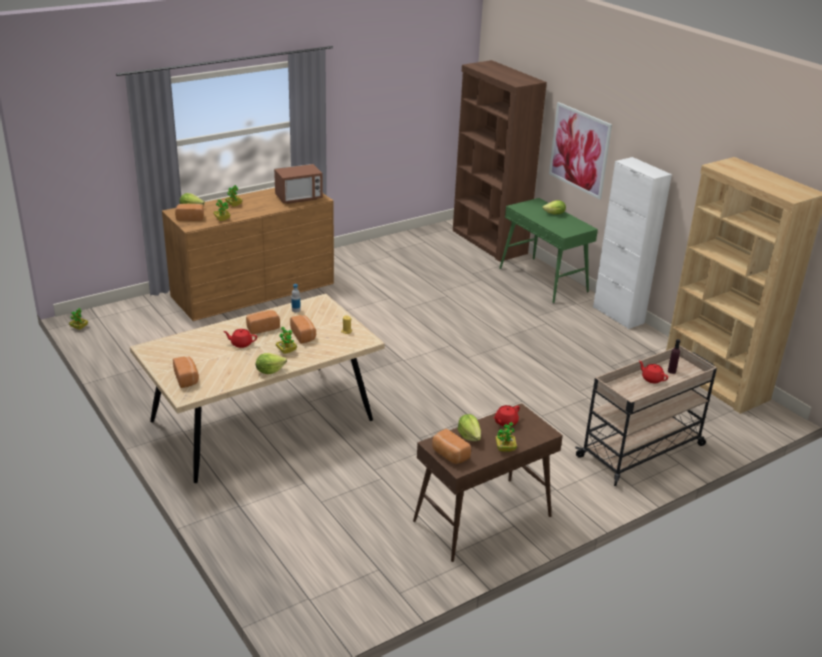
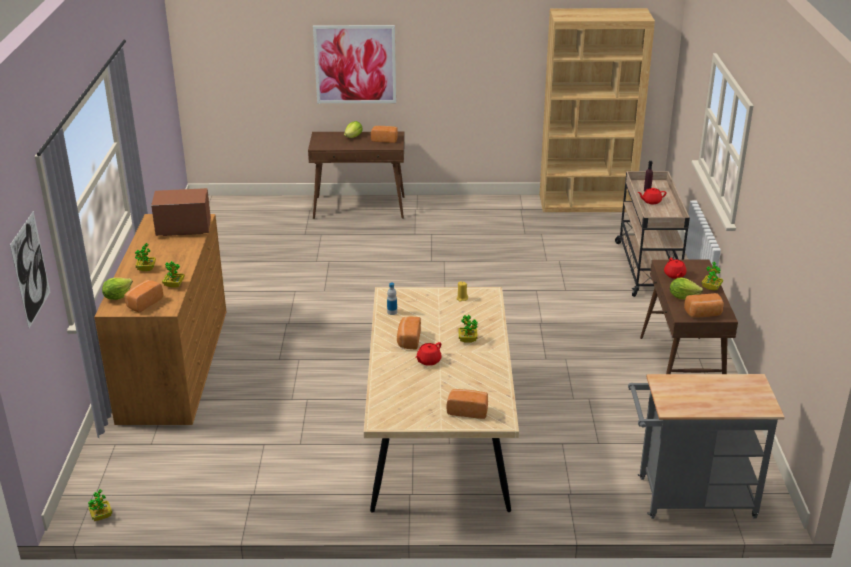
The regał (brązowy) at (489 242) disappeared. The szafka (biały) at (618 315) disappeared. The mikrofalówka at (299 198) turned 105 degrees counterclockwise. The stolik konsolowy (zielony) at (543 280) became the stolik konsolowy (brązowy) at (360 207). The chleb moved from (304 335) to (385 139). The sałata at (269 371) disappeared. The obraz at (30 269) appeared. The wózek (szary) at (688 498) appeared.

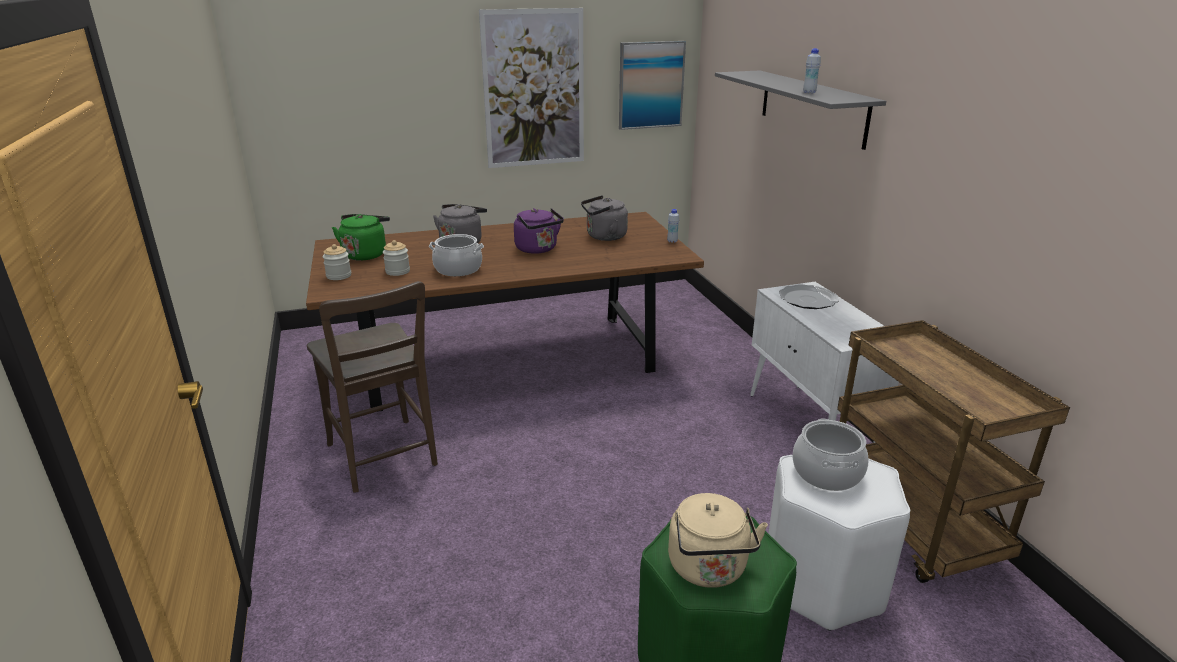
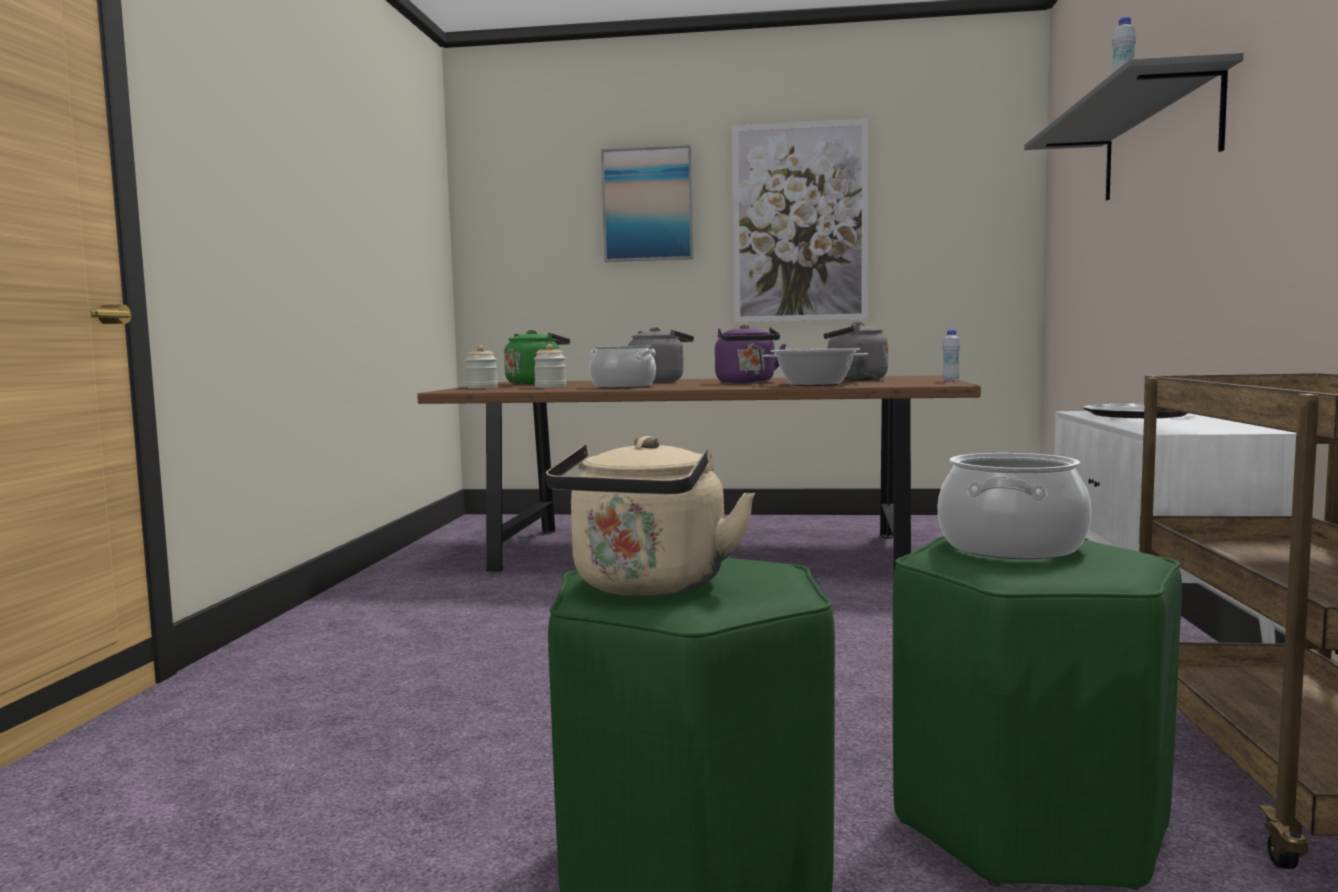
The obraz moved from (650 85) to (648 205). The krzesło (brązowy) at (384 458) disappeared. The stołek (biały) at (821 584) became the stołek (zielony) at (1026 825). The garnek at (814 384) appeared.

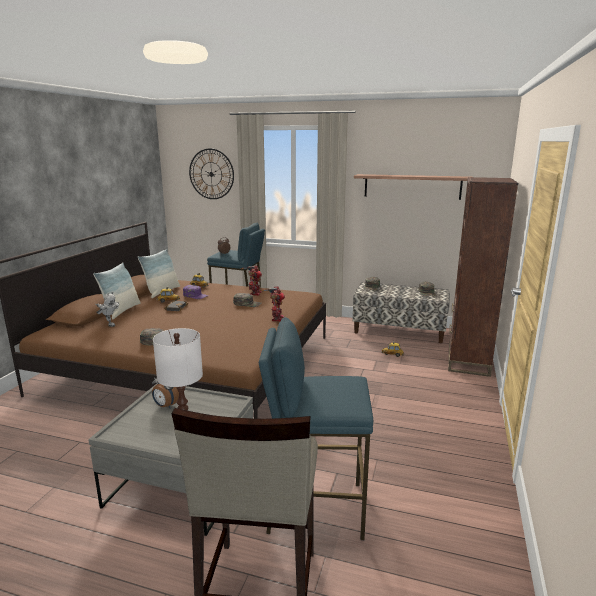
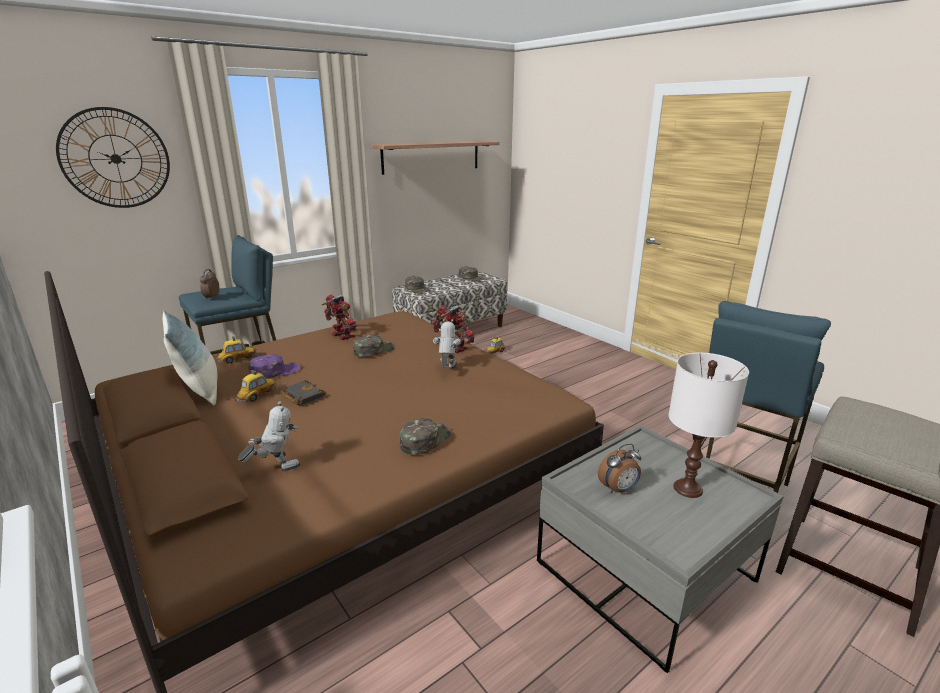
The regał (brązowy) at (468 361) disappeared. The poduszka at (122 311) disappeared. The robot zabawkowy at (447 370) appeared.

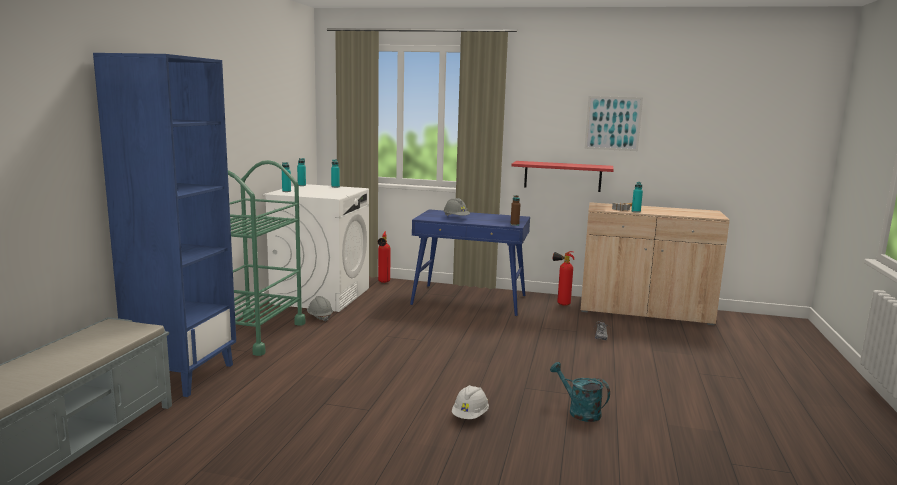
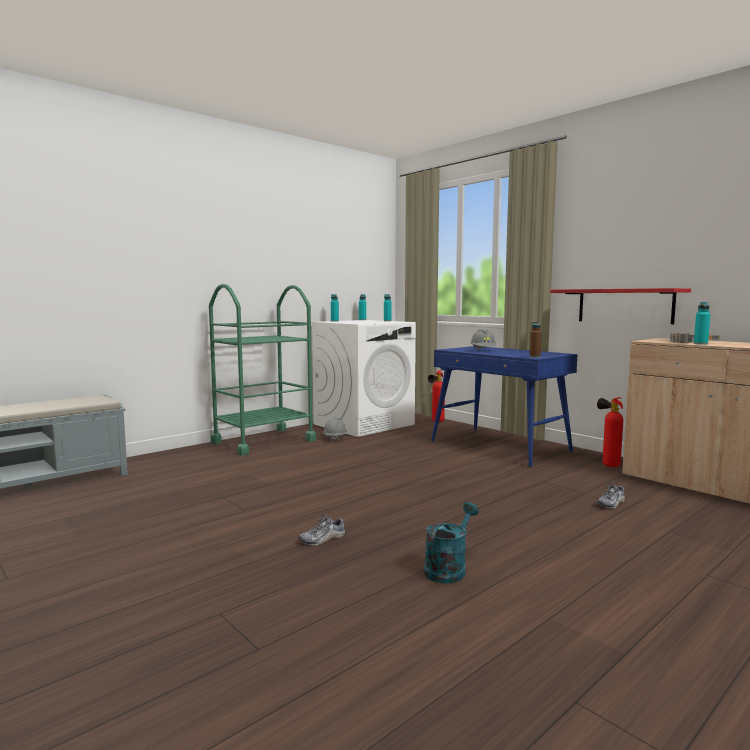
The regał (niebieski) at (183 375) disappeared. The obraz at (613 123) disappeared. The konewka (turkusowy) at (579 411) turned 45 degrees clockwise. The kask (biały) at (470 416) was replaced by the but at (322 539).

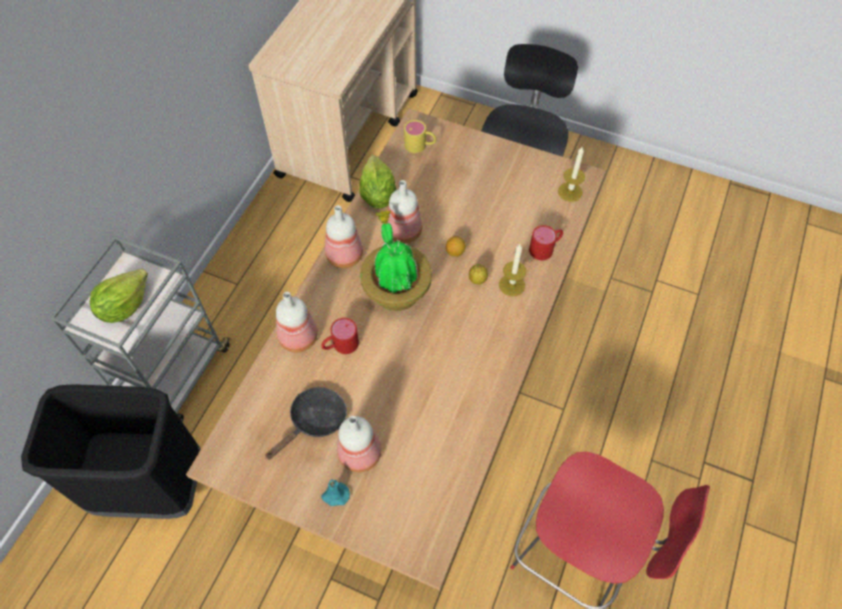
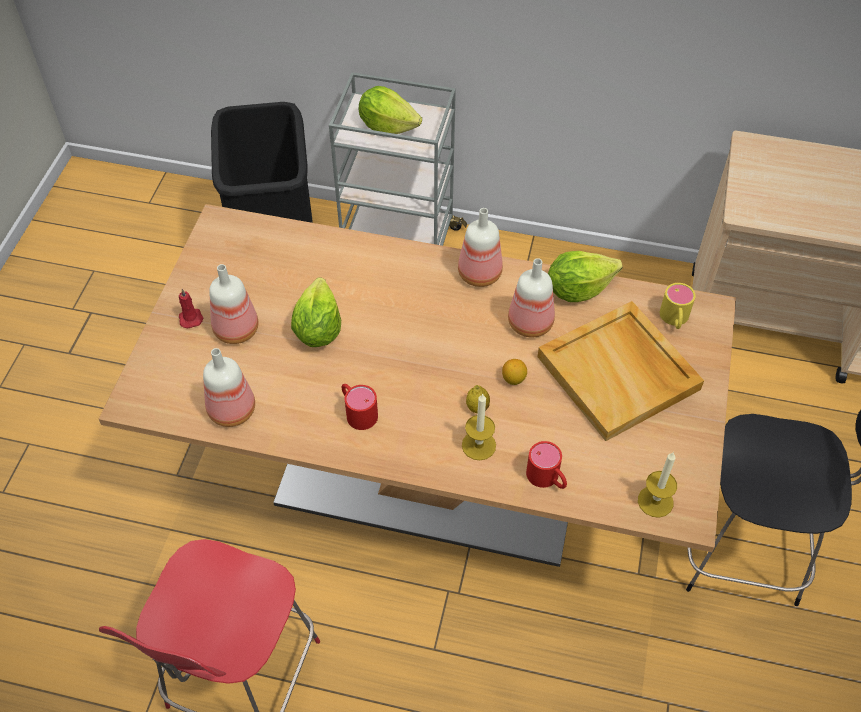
The roślina doniczkowa at (396 289) disappeared. The butelka moved from (297 338) to (231 409). The kubek (czerwony) moved from (340 345) to (357 411). The patelnia (czarny) at (314 421) disappeared. The świeca (turkusowy) at (335 495) became the świeca (czerwony) at (190 317). The sałata at (318 329) appeared. The taca (beżowy) at (619 373) appeared.

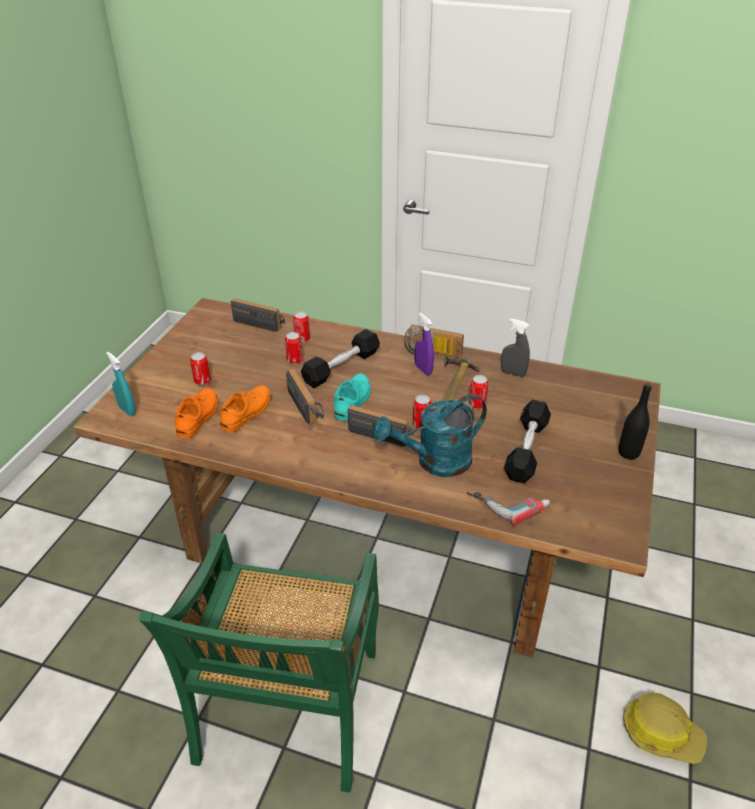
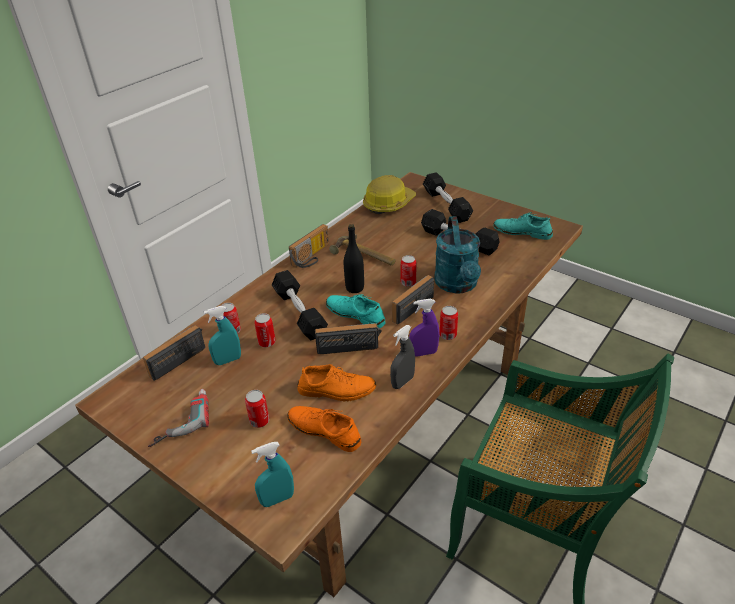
The spryskiwacz (fioletowy) moved from (423 369) to (423 353). The spryskiwacz (szary) moved from (513 373) to (402 382). The puszka moved from (477 404) to (447 335). The butelka (czarny) moved from (628 453) to (354 288). The but (pomarańczowy) at (247 412) turned 135 degrees clockwise. The wiertarka moved from (508 502) to (180 420). The kask moved from (661 733) to (388 204). The hantel (czarny) at (446 205) appeared. The but (turkusowy) at (522 232) appeared. The spryskiwacz (turkusowy) at (228 360) appeared.

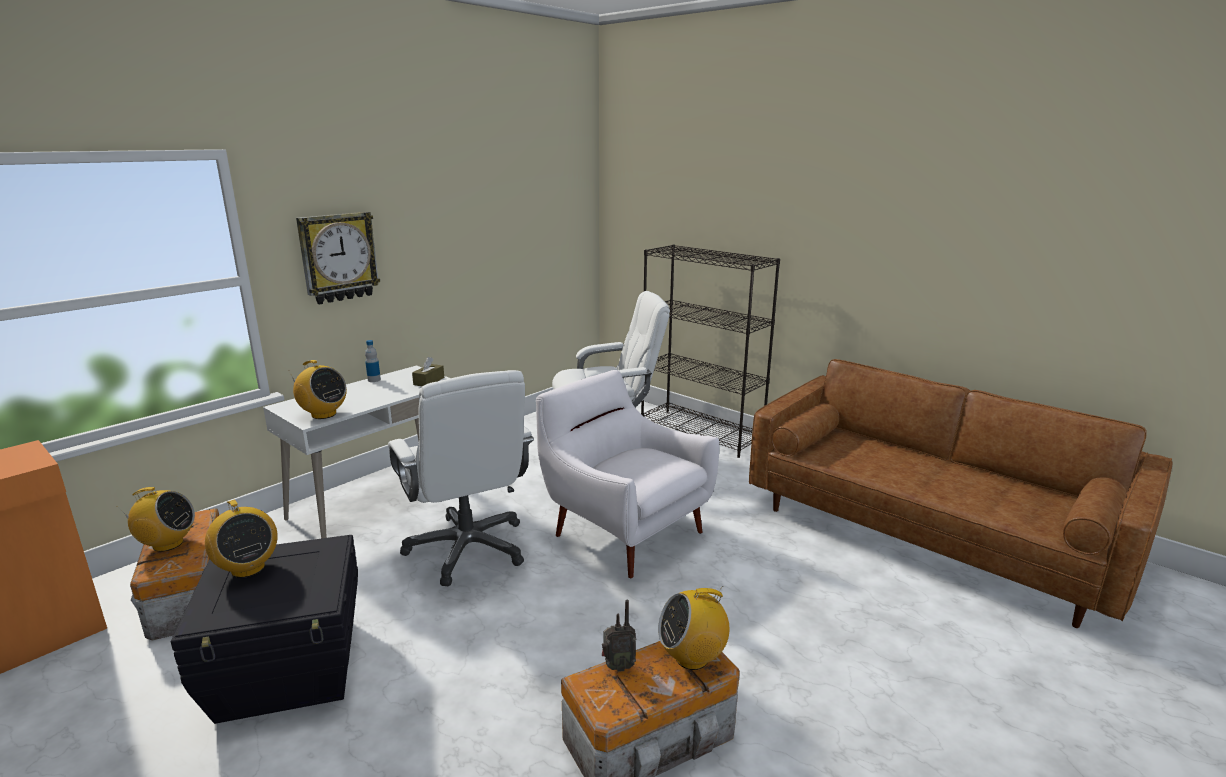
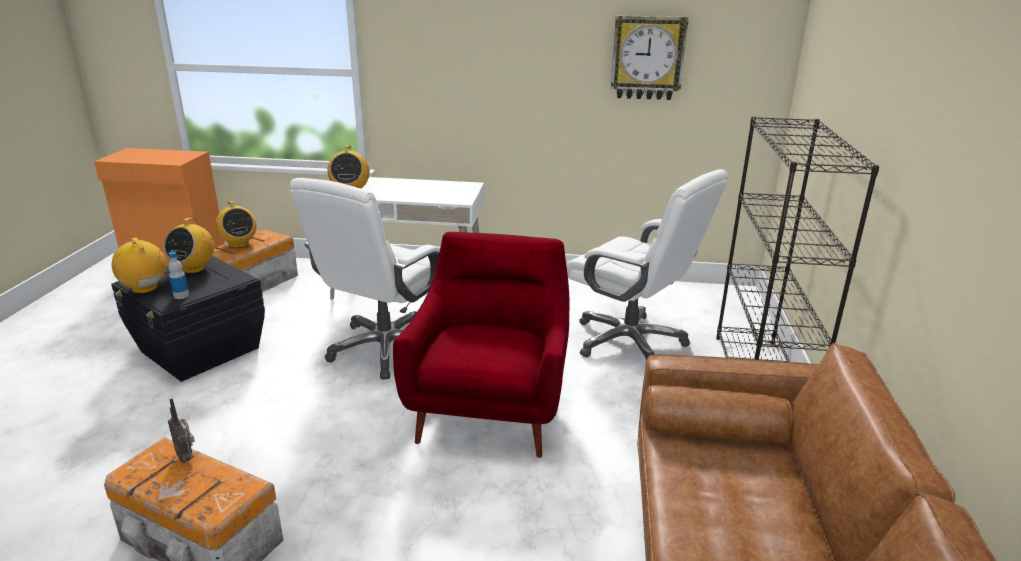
The zegar ścienny moved from (338 257) to (647 58). The butelka moved from (374 380) to (181 296). The pudełko chusteczek (brązowy) at (429 381) disappeared. The fotel (biały) at (623 531) became the fotel (czerwony) at (490 409). The radio moved from (692 657) to (145 288).

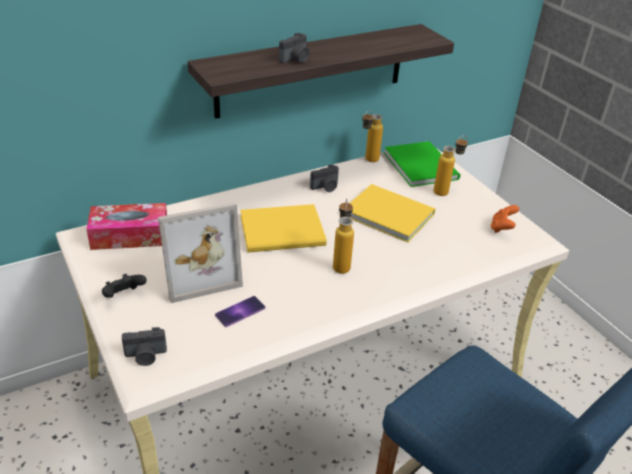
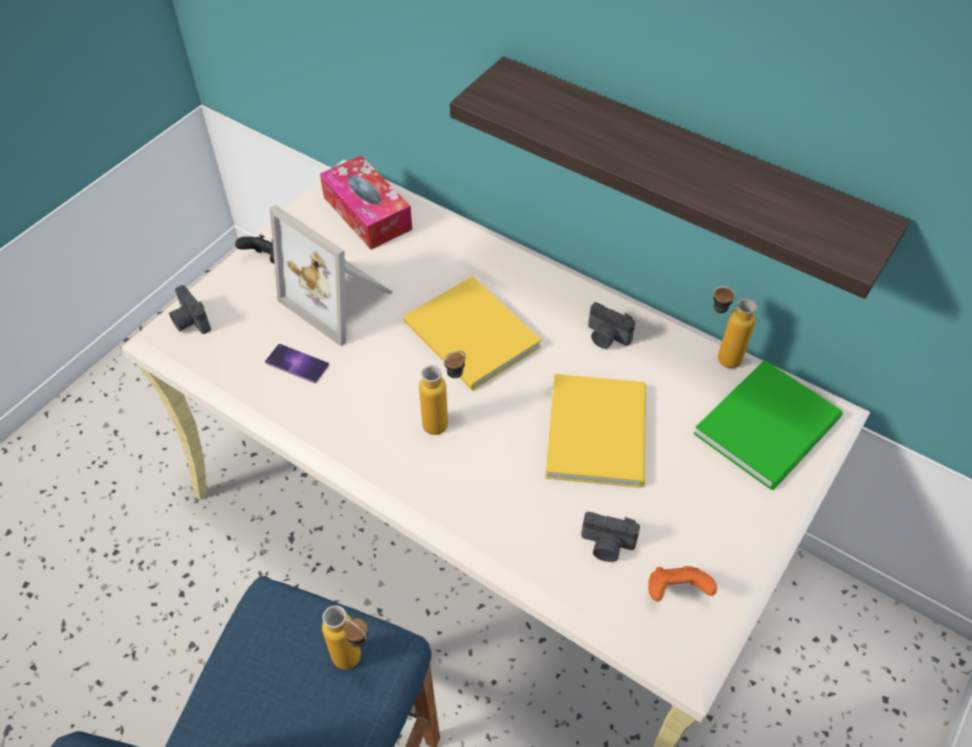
The aparat fotograficzny moved from (296 59) to (606 546). The butelka moved from (446 191) to (356 663).

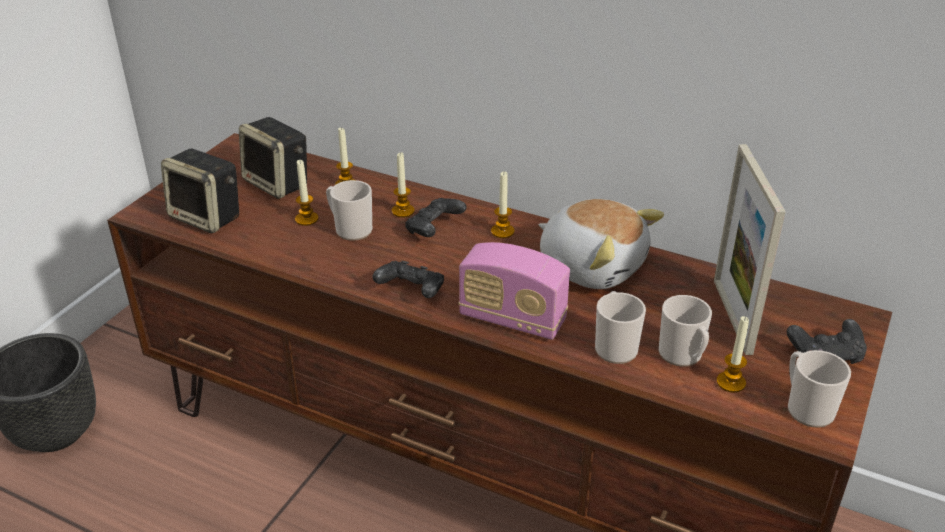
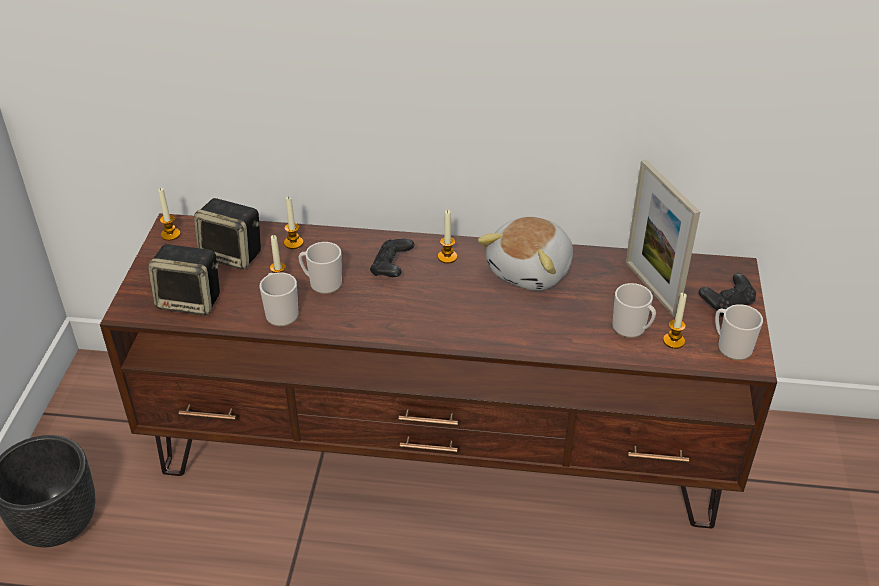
The świeca moved from (403 211) to (170 234). The pluszak at (592 265) turned 105 degrees clockwise. The radio at (512 319) disappeared. The pad do gier (czarny) at (411 291) disappeared. The kubek moved from (615 346) to (280 313).

